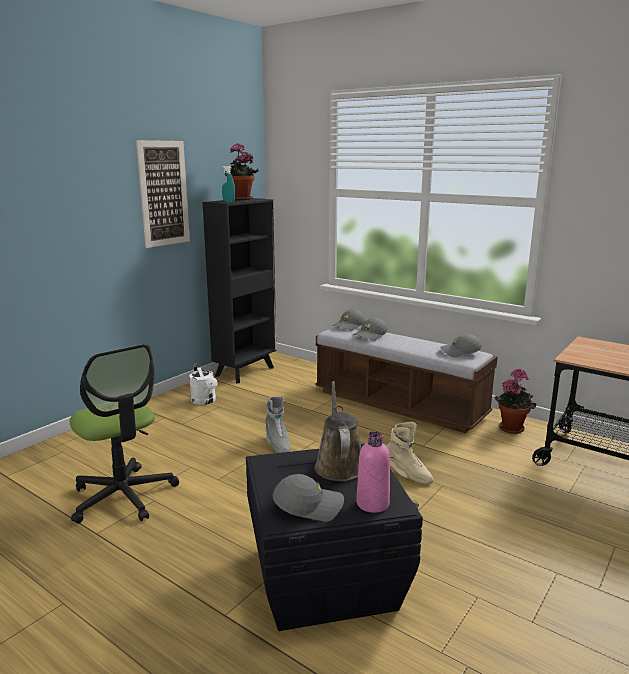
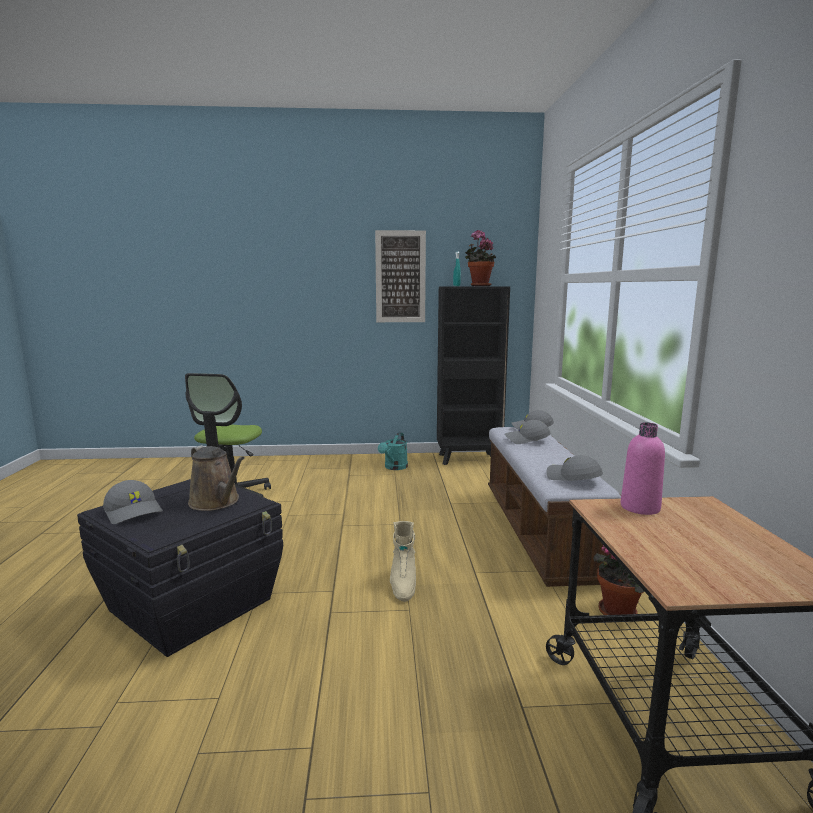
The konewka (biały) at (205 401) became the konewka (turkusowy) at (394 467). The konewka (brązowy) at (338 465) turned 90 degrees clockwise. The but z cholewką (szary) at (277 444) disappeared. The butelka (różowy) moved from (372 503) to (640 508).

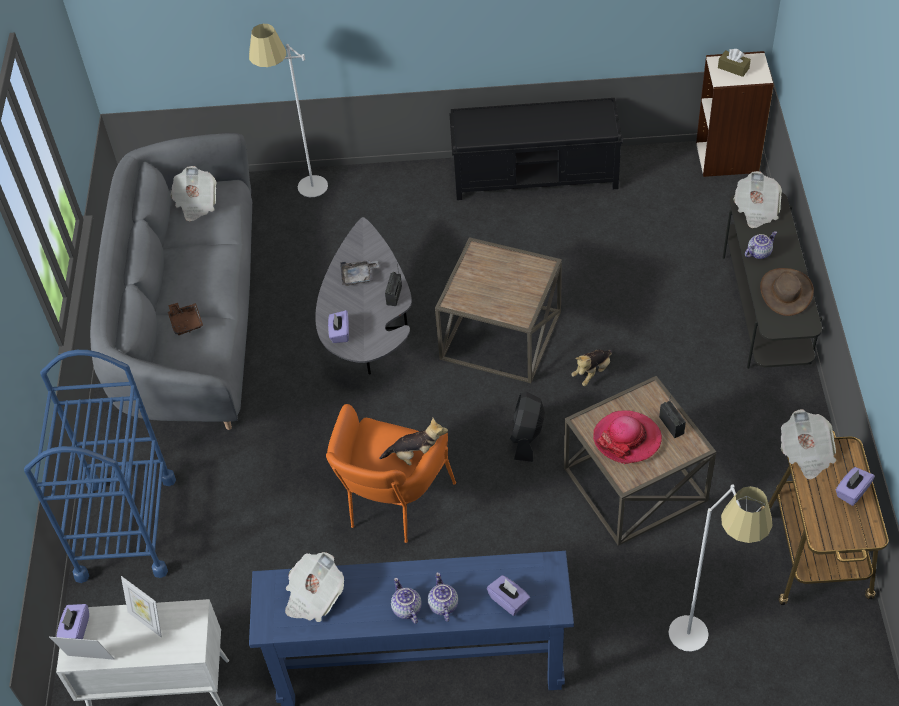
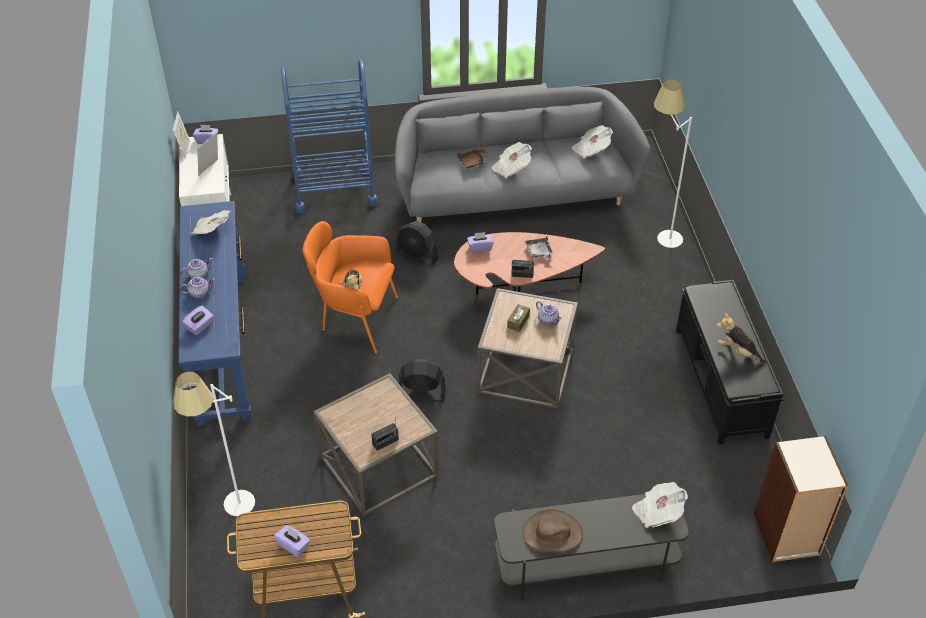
The pudełko chusteczek (brązowy) moved from (733 68) to (518 321). The ława (szary) at (368 330) became the ława (brązowy) at (519 288). The imbryk moved from (758 252) to (548 320). The pluszak moved from (592 372) to (737 351). The gazeta moved from (806 453) to (511 168). The kapelusz at (627 439) disappeared. The wentylator (czarny) at (417 255) appeared.

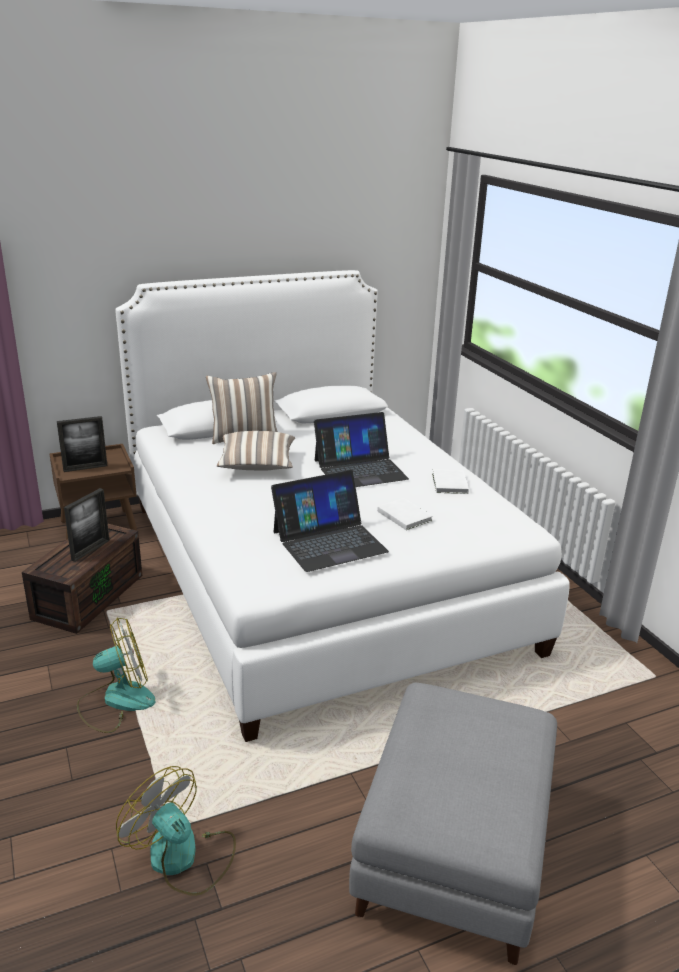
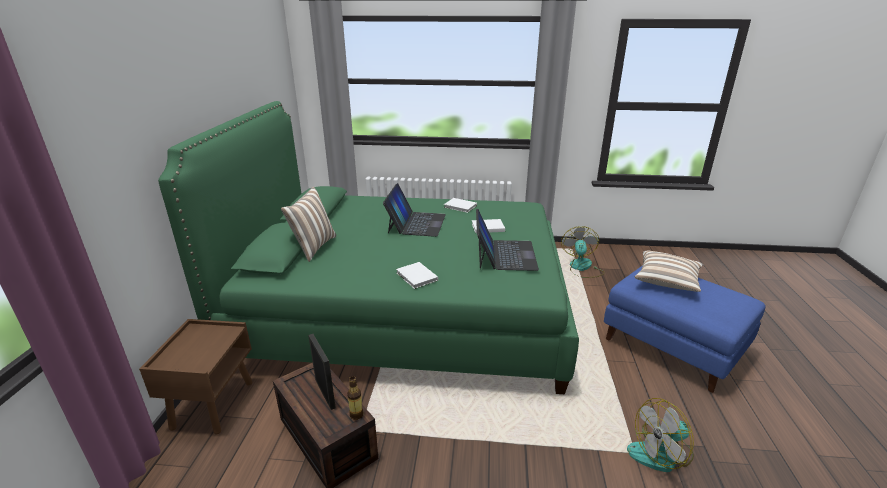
The łóżko (biały) at (316 572) became the łóżko (zielony) at (405 311). The ramka na zdjęcie at (85 468) disappeared. The poduszka moved from (257 465) to (667 281). The wentylator moved from (116 701) to (581 268). The pufa (szary) at (454 854) became the pufa (niebieski) at (674 346). The książka (biały) at (416 277) appeared. The butelka at (356 415) appeared.

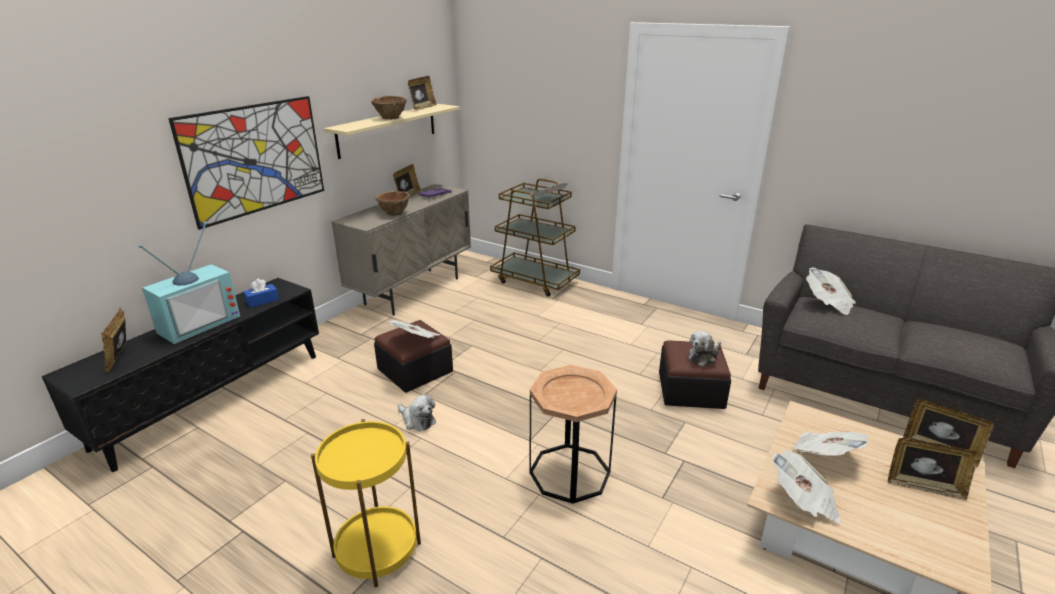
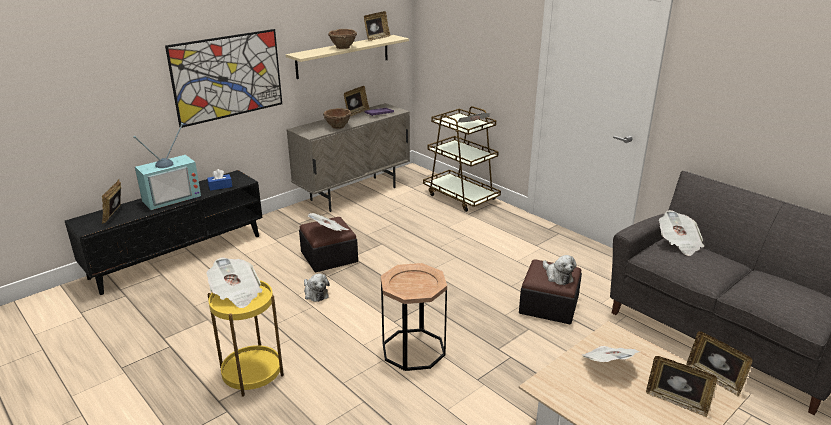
The pluszak at (704 357) turned 90 degrees counterclockwise. The gazeta moved from (803 501) to (236 294).

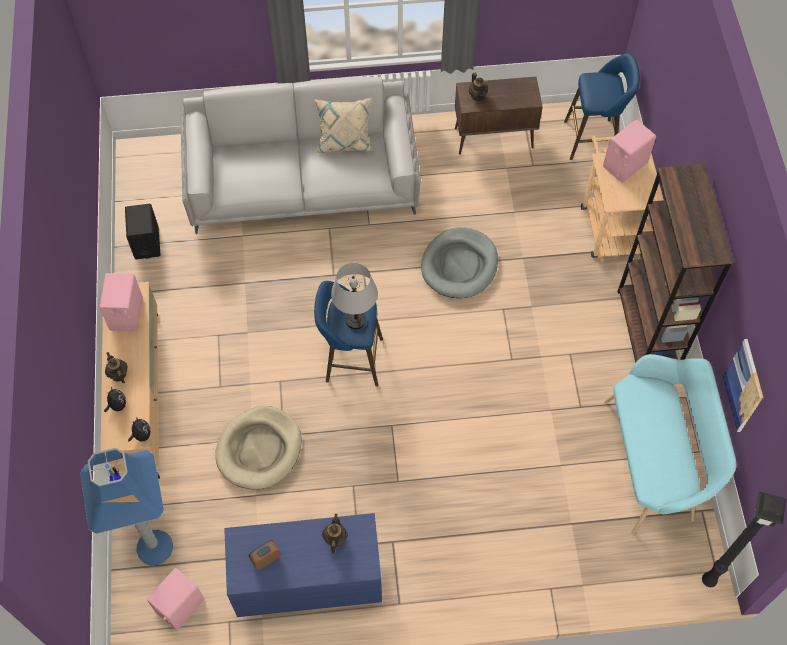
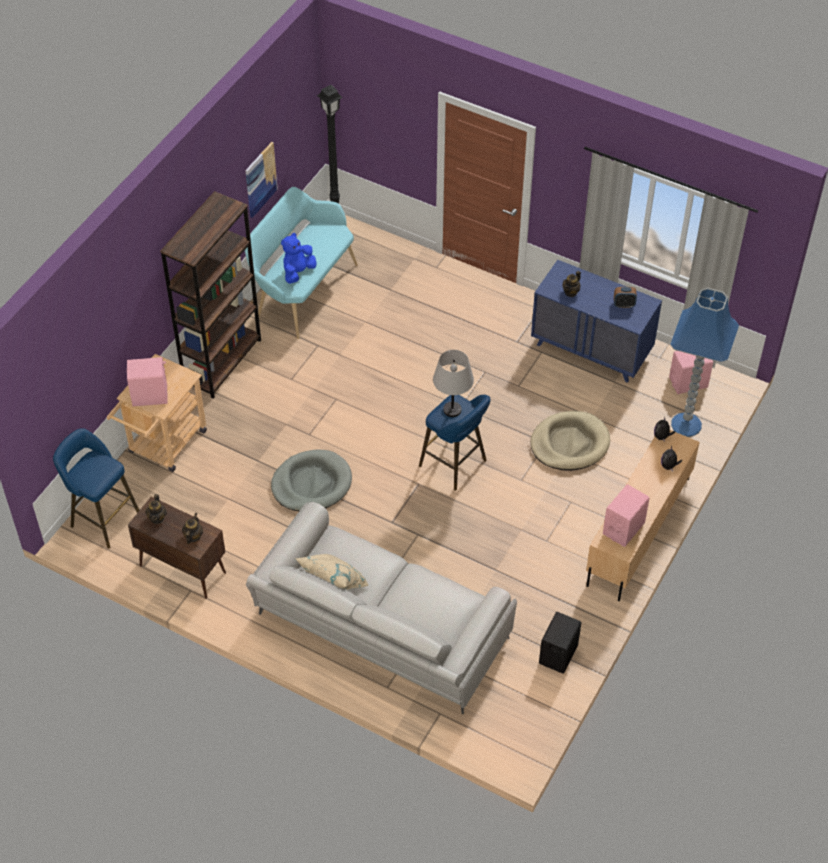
The imbryk moved from (118 374) to (157 518). The pluszak (niebieski) at (298 272) appeared.

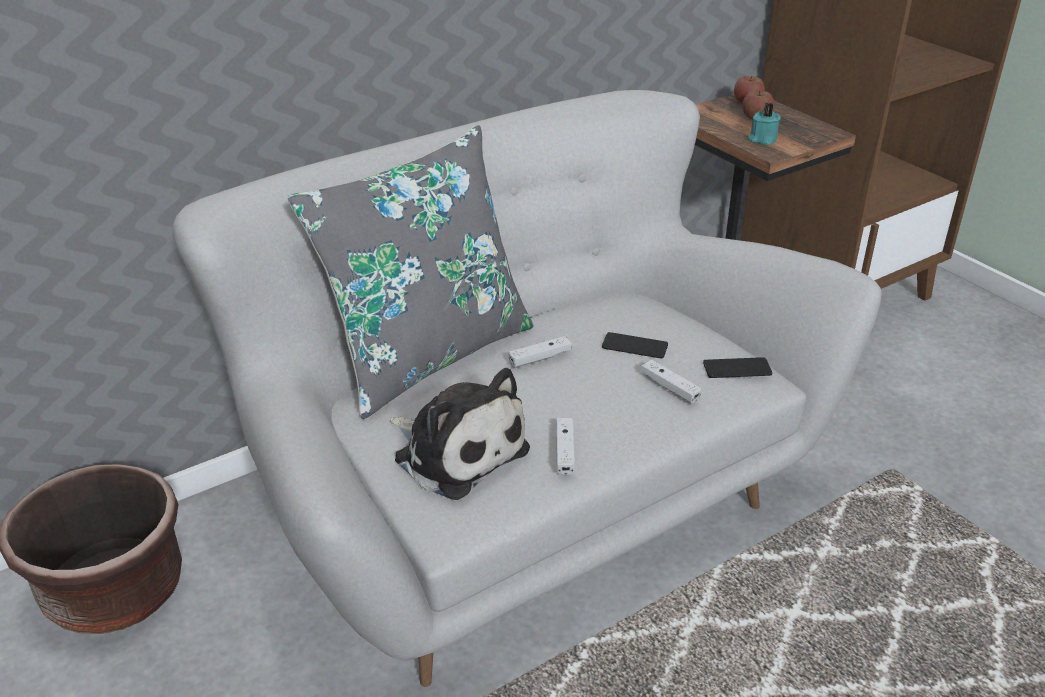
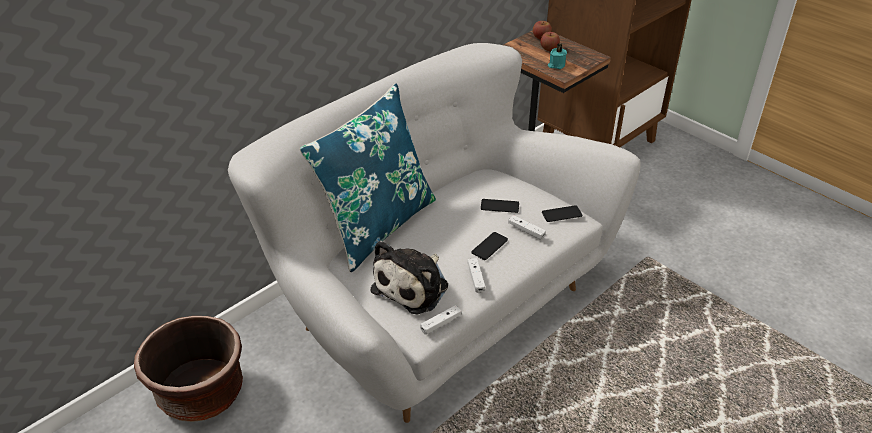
The poduszka (szary) at (427 354) became the poduszka (niebieski) at (377 225). The pad do gier (biały) moved from (540 358) to (441 323). The pluszak at (457 451) turned 90 degrees clockwise. The telefon at (489 246) appeared.

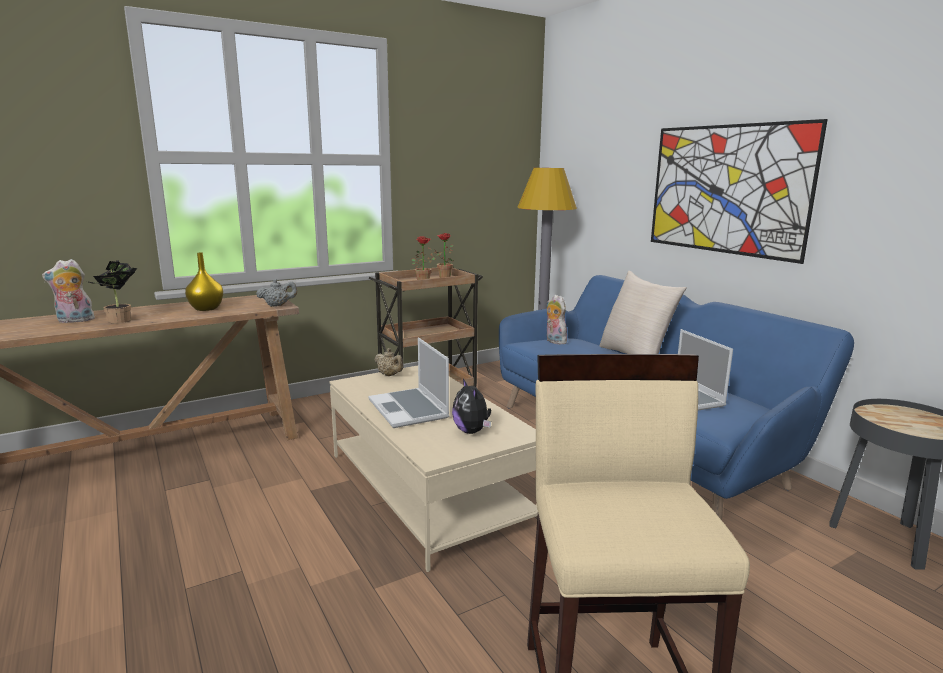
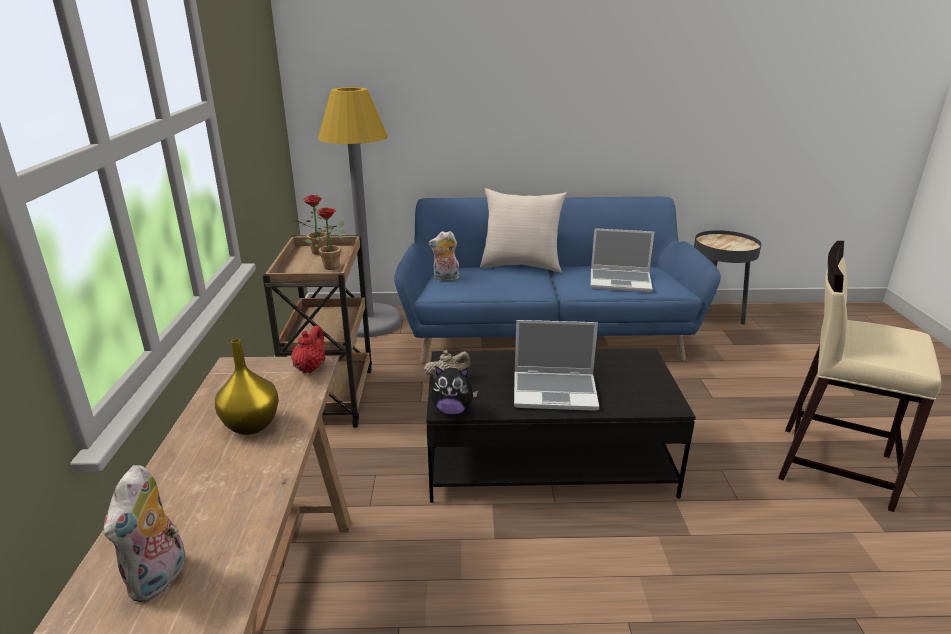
The obraz at (726 189) disappeared. The roślina doniczkowa at (120 321) disappeared. The imbryk (szary) at (278 305) became the imbryk (czerwony) at (310 367). The ława (beżowy) at (428 489) became the ława (czarny) at (547 458). The pluszak moved from (472 431) to (453 410).

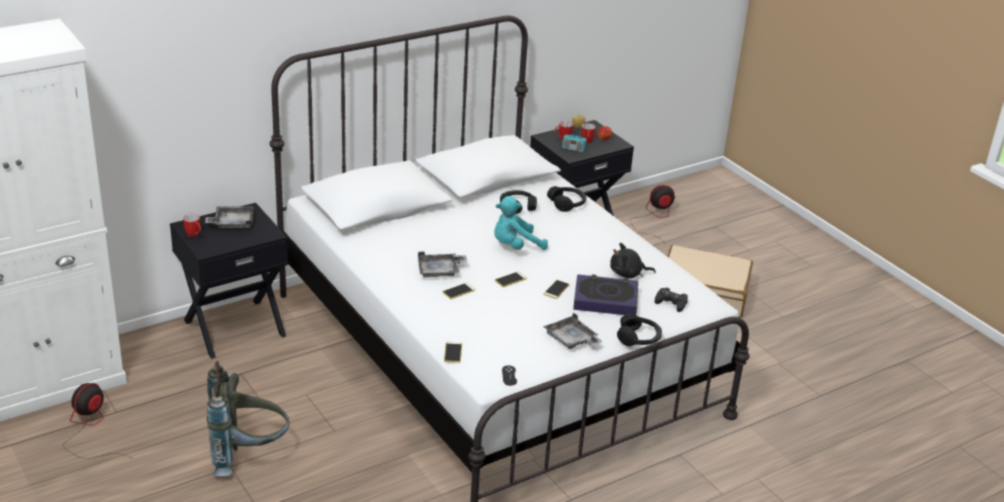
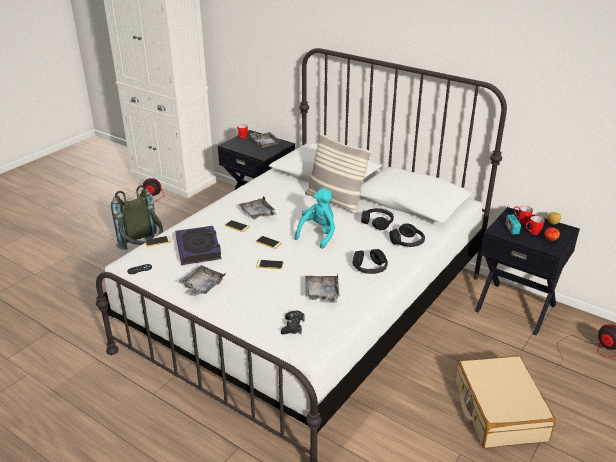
The pluszak (turkusowy) at (515 246) turned 75 degrees clockwise. The pluszak (czarny) at (628 274) was replaced by the taca (szary) at (322 294). The książka moved from (605 300) to (198 249). The słuchawki (czarny) moved from (639 338) to (370 268). The poduszka at (335 201) appeared.

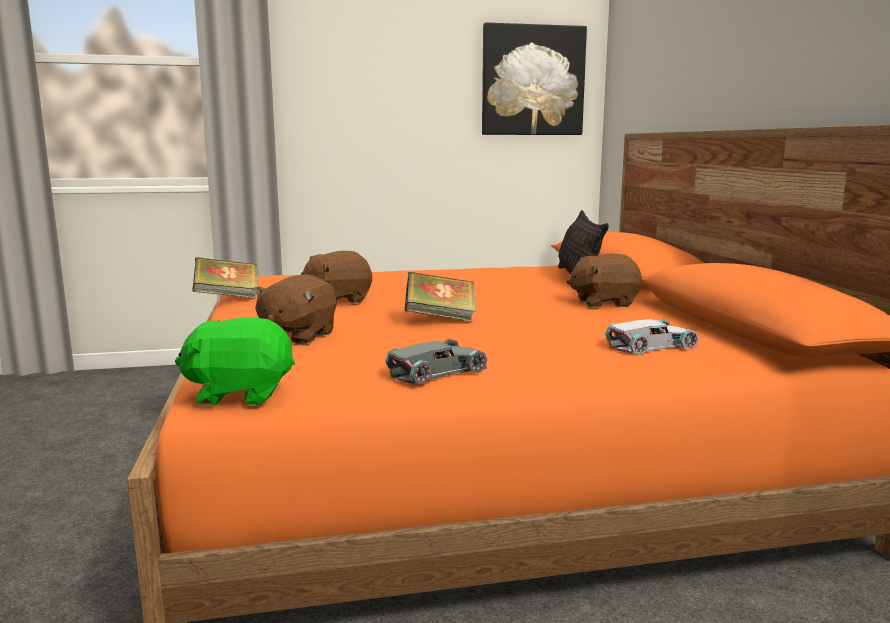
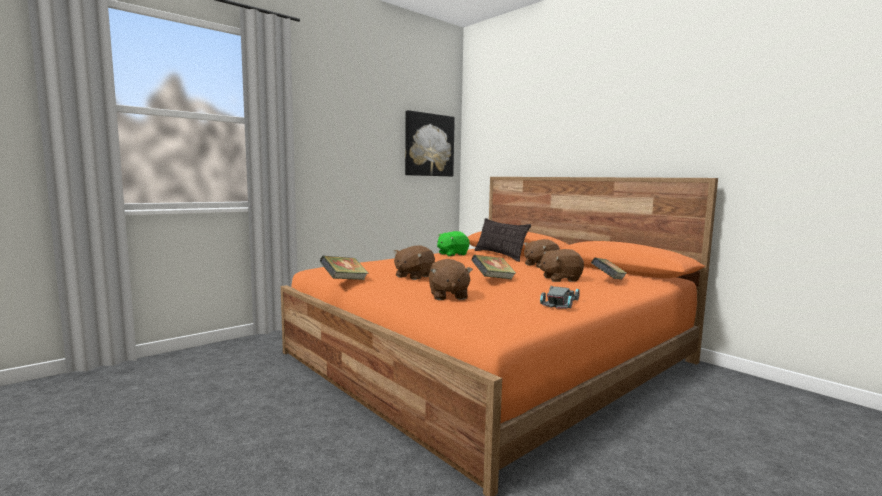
The pluszak (zielony) moved from (240 394) to (452 254). The samochodzik (biały) at (652 345) was replaced by the książka at (608 281). The pluszak (brązowy) at (560 279) appeared.

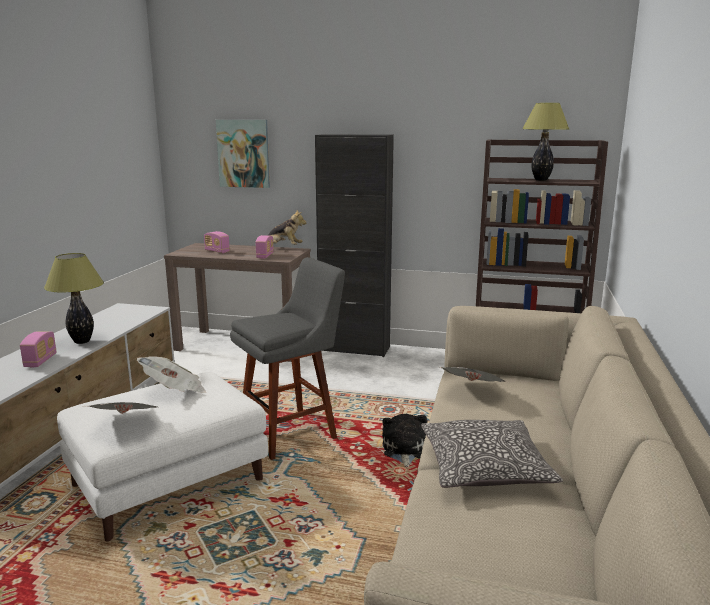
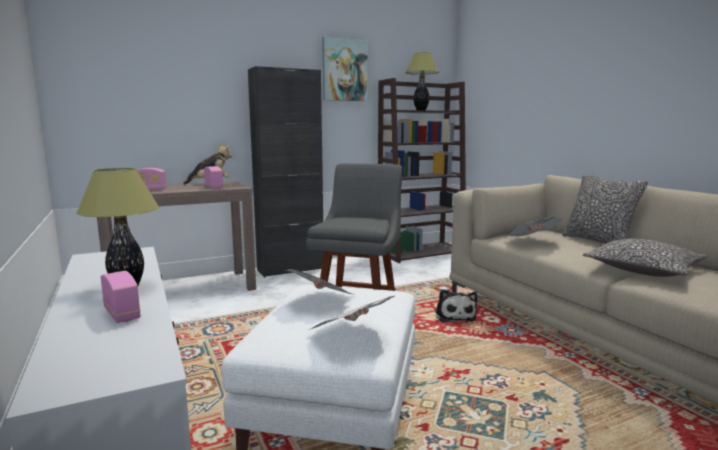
The obraz moved from (243 153) to (344 70). The pluszak at (404 450) turned 150 degrees counterclockwise. The poduszka at (598 242) appeared.

